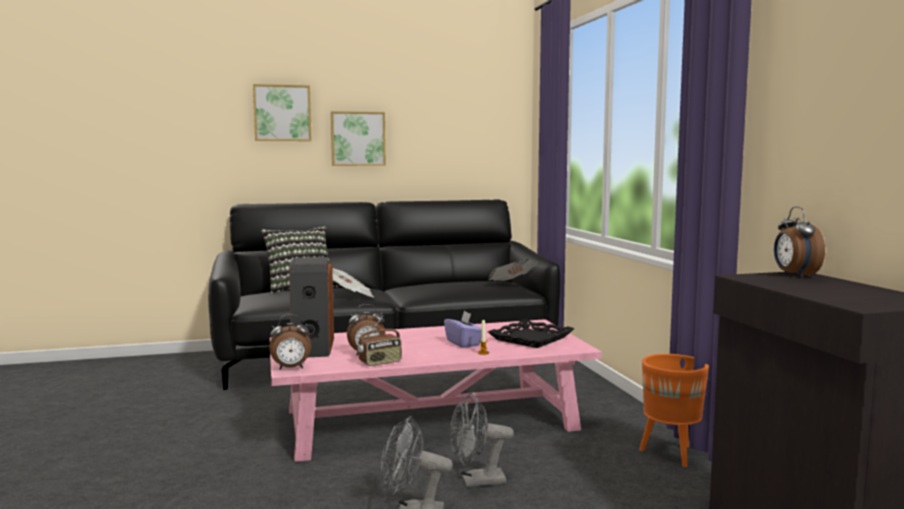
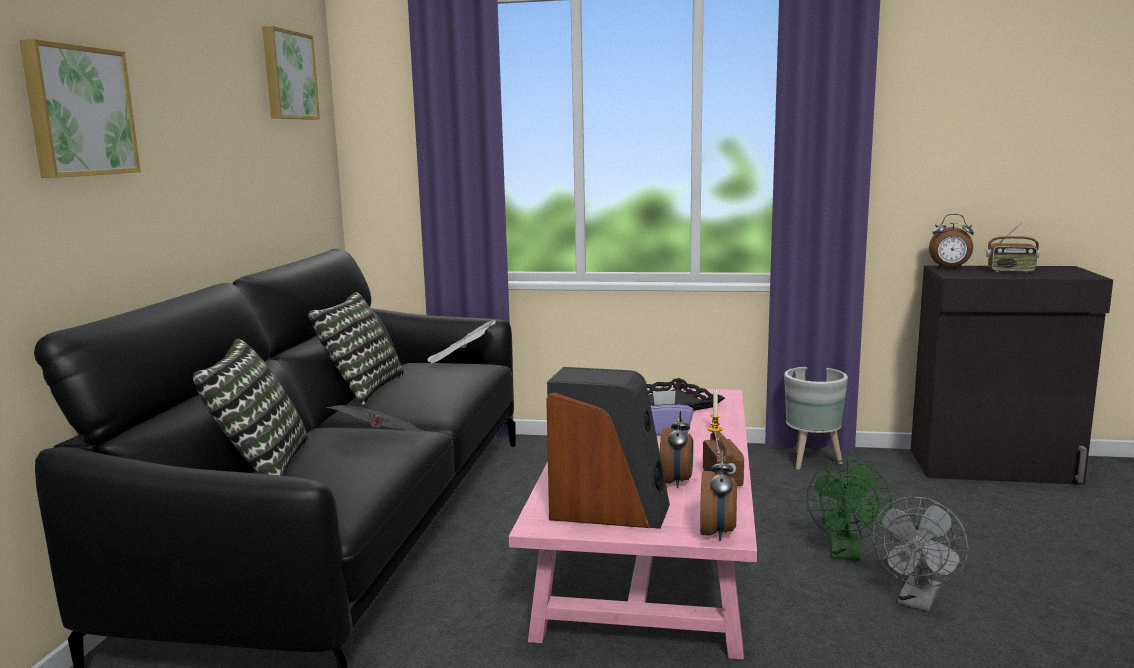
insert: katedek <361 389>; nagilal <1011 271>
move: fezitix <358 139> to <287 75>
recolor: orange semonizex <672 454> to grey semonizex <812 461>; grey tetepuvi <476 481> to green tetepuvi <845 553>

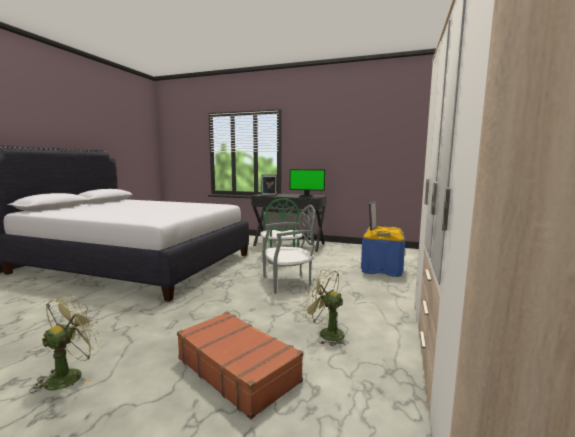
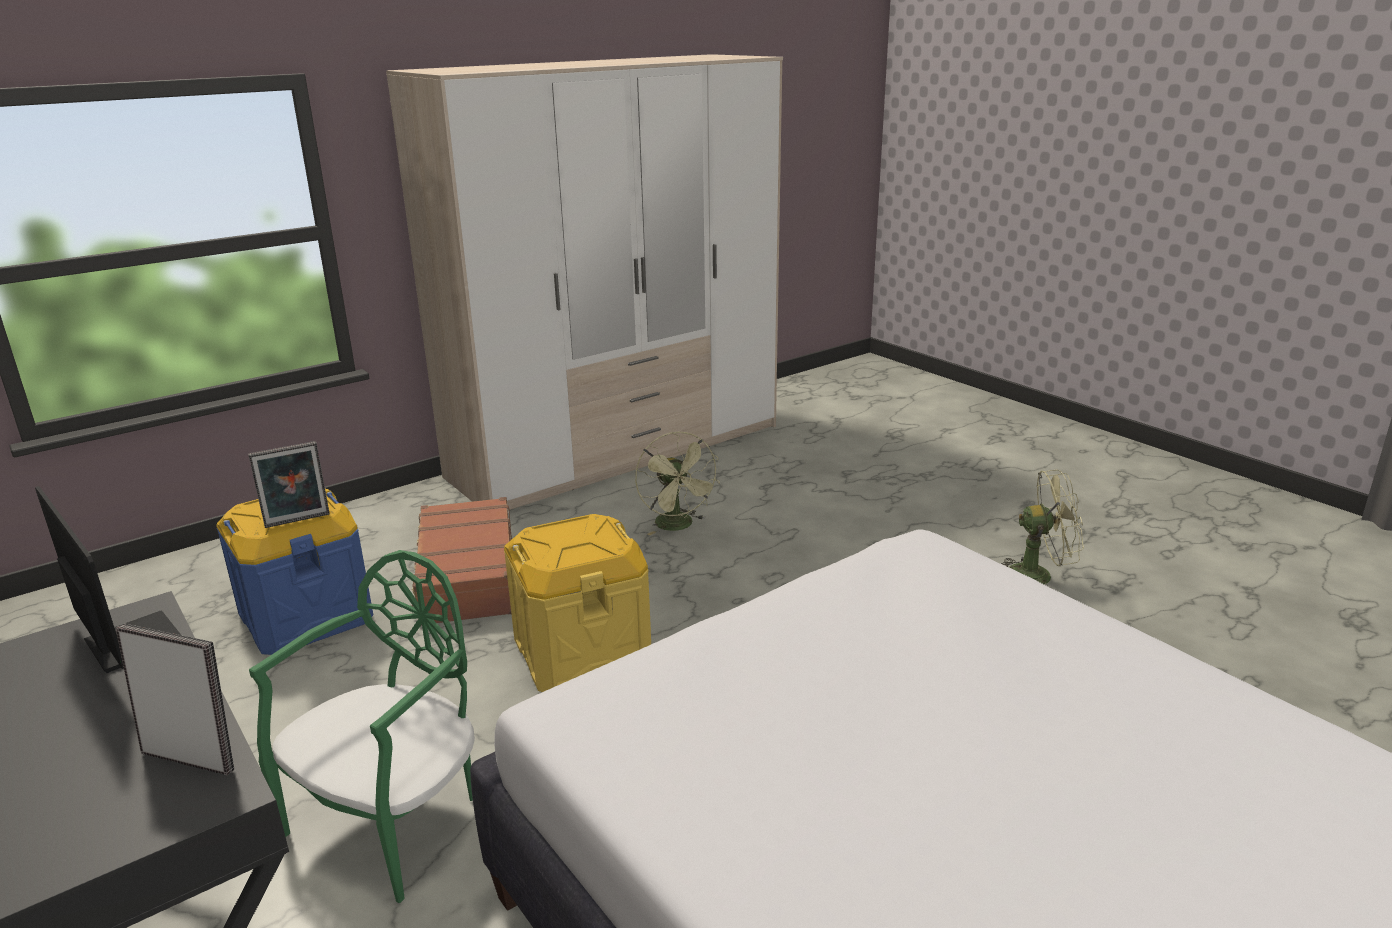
move: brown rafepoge <237 369> to <467 576>
replace: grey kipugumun <288 282> to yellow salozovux <581 652>
rotate: green tetepuvi <70 375> = <1038 575> 150 degrees counterclockwise

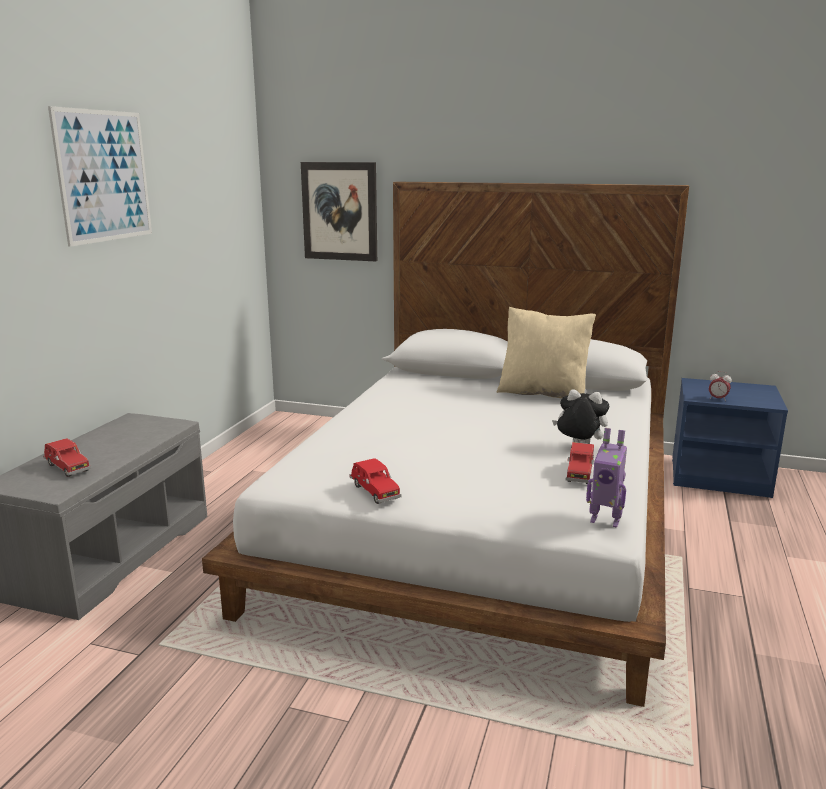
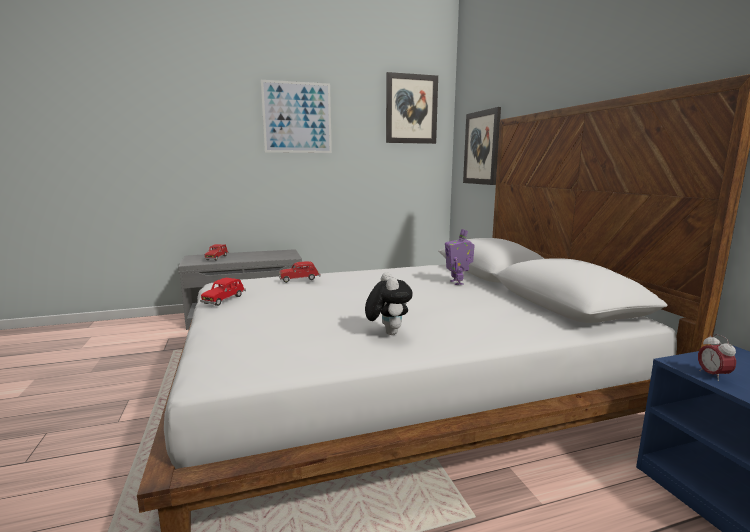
delete: beige katedek <543 393>
insert: fezitix <411 109>
move: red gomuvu <580 473> to <299 279>; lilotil <605 520> to <457 282>

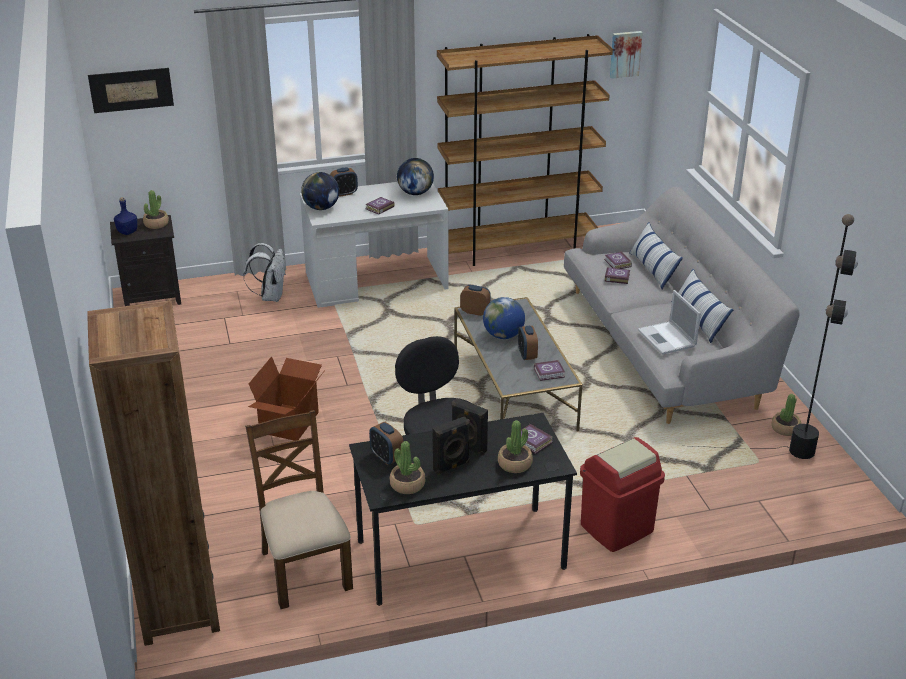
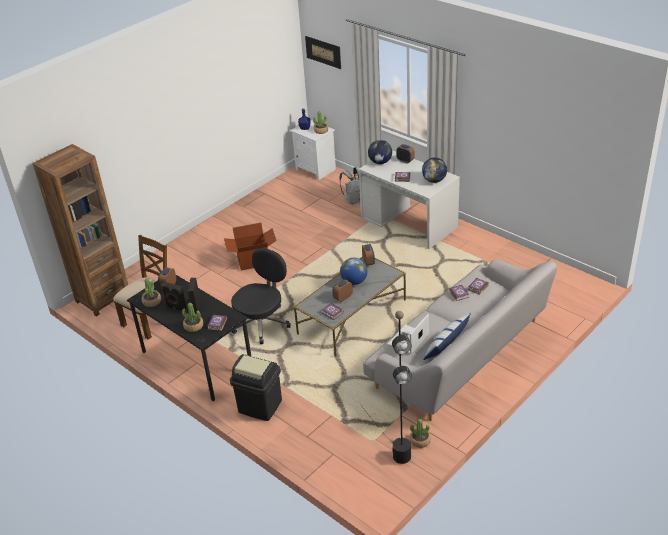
delete: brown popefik <518 248>; fezitix <625 54>; katedek <653 269>
recolor: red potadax <617 528> to black potadax <260 406>; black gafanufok <153 296> to white gafanufok <316 169>

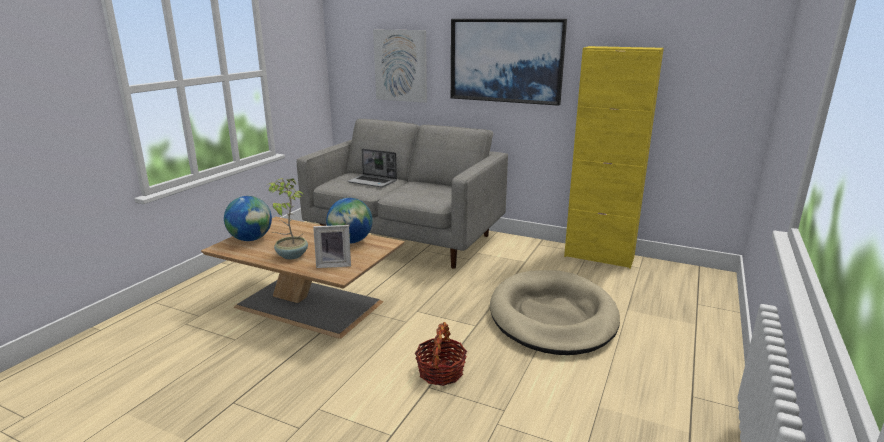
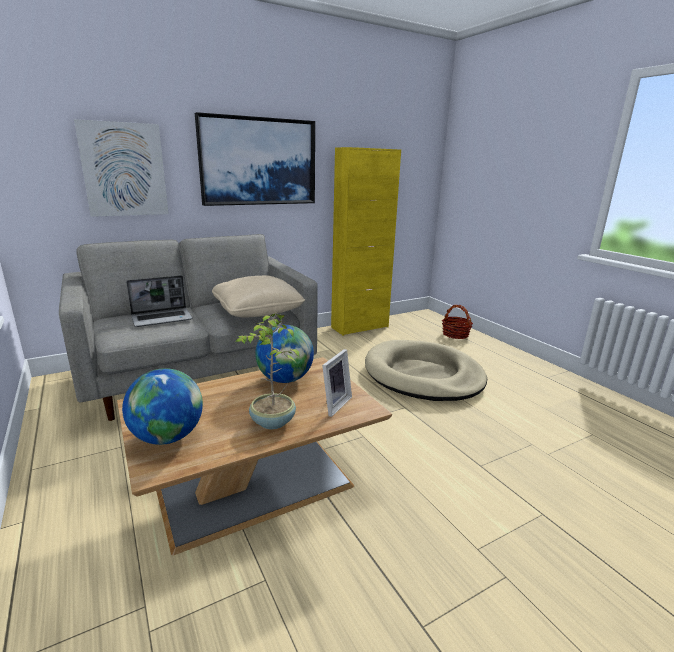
insert: beige katedek <257 311>
move: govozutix <441 372> to <455 334>

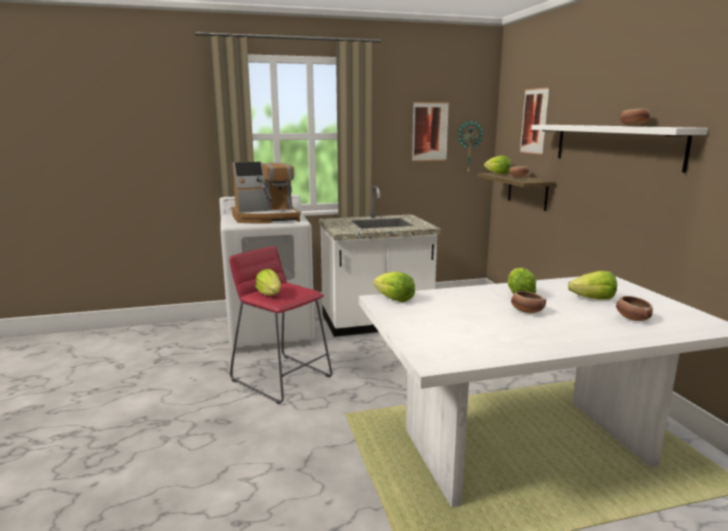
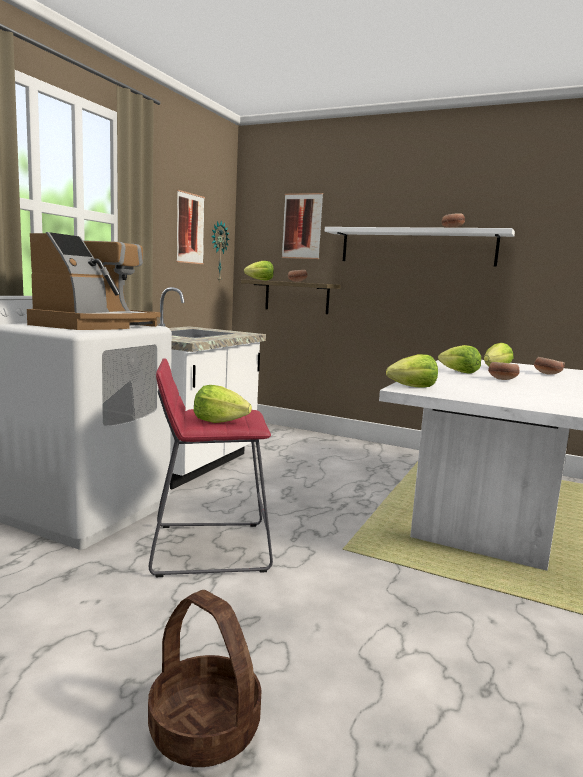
insert: govozutix <203 729>

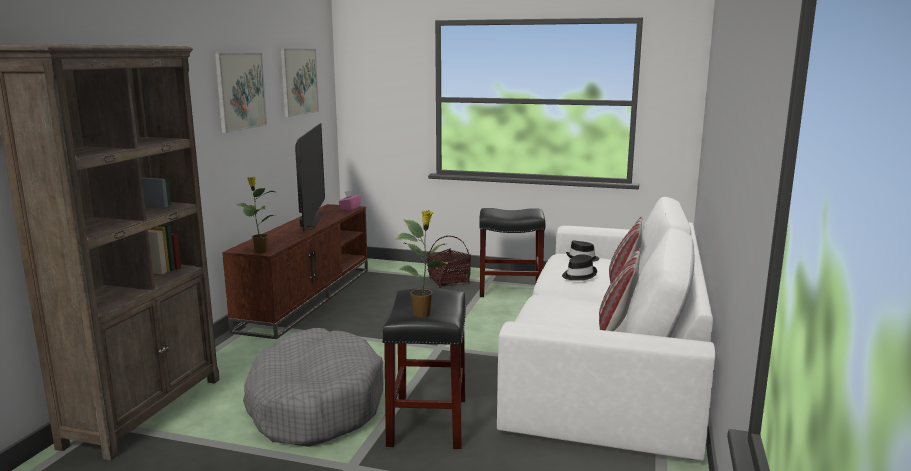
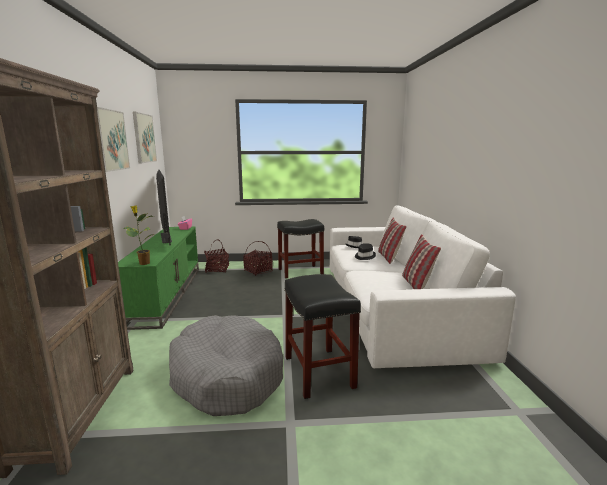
delete: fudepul <423 314>
insert: govozutix <217 269>
recolor: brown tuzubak <307 297> to green tuzubak <166 294>

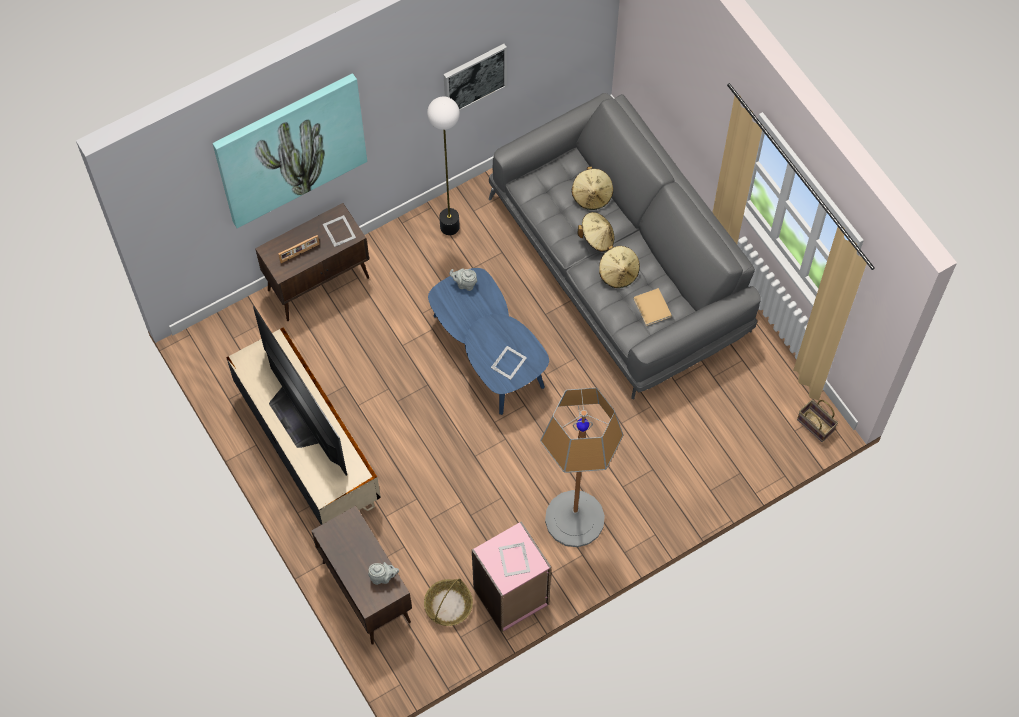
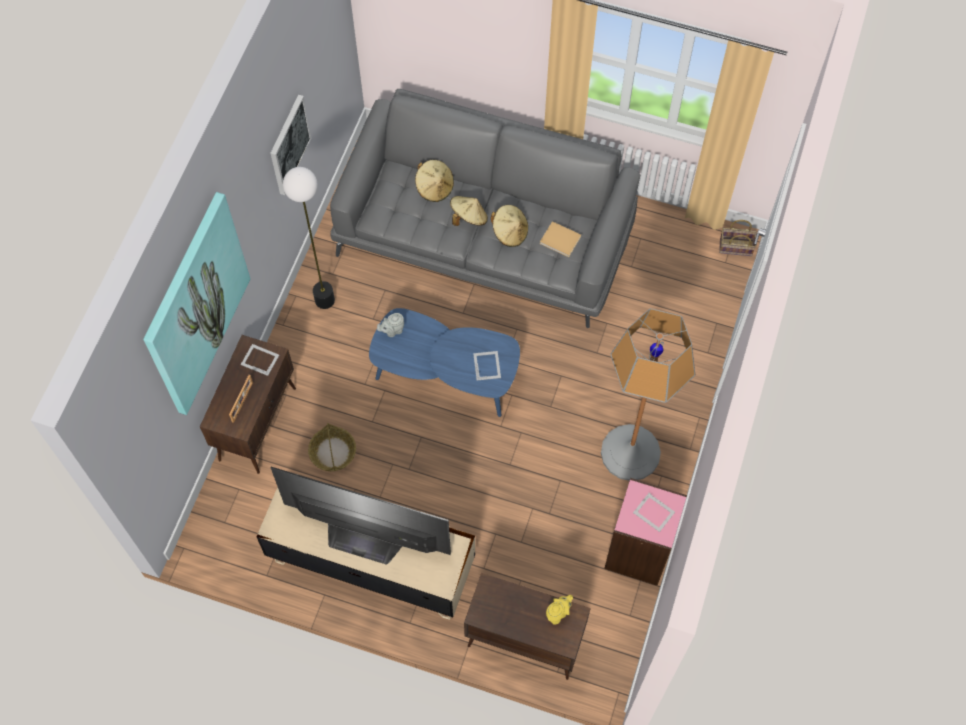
move: govozutix <448 605> to <332 452>
recolor: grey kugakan <383 577> to yellow kugakan <558 613>

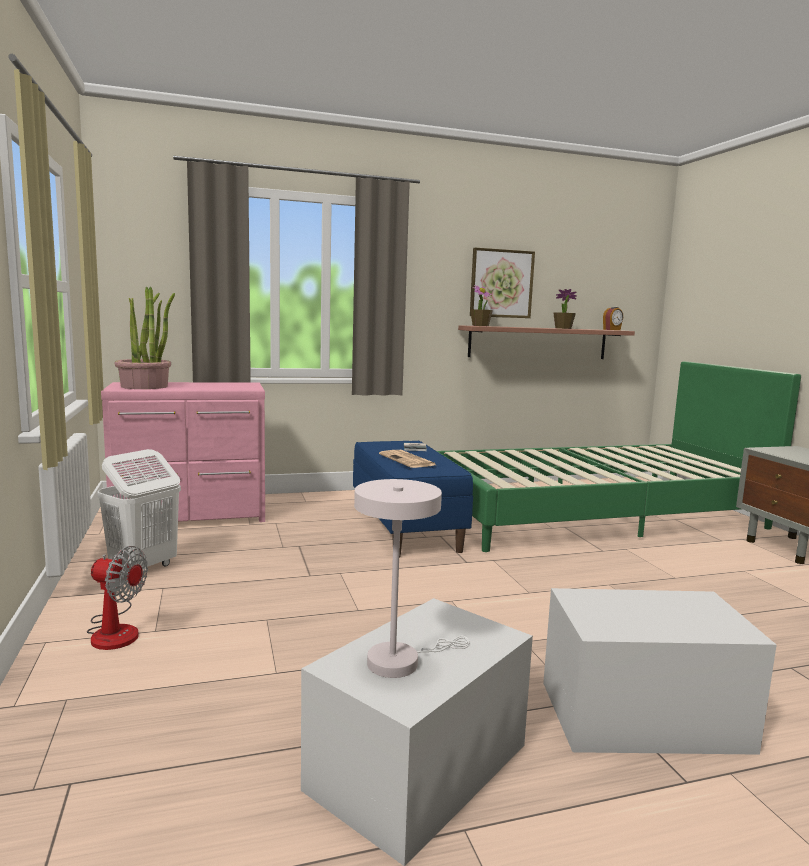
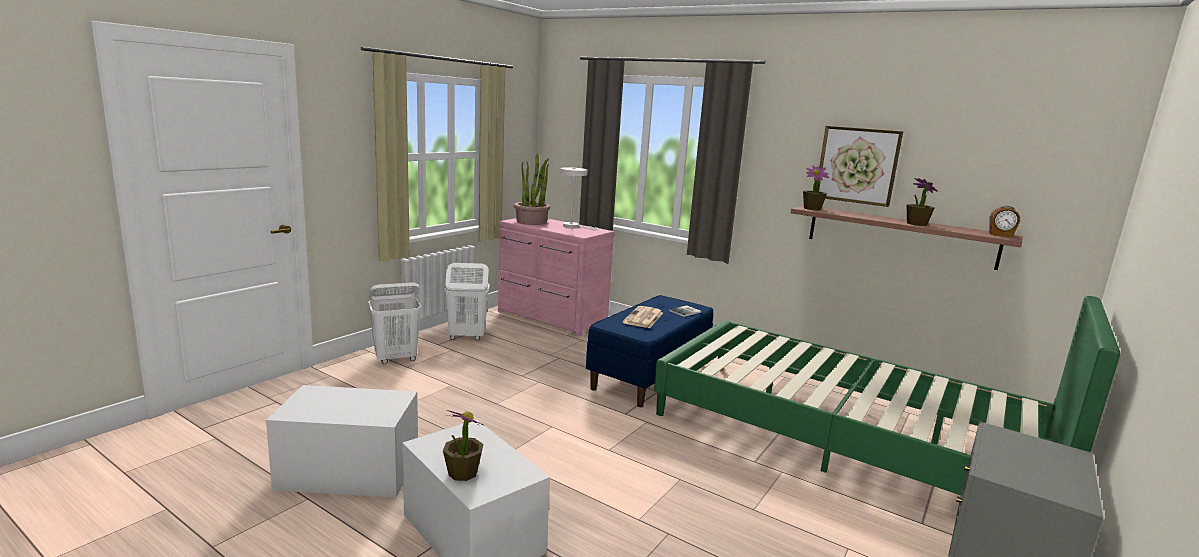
insert: fudepul <462 473>
move: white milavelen <401 661> to <574 227>
replace: tetepuvi <115 630> to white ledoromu <396 359>

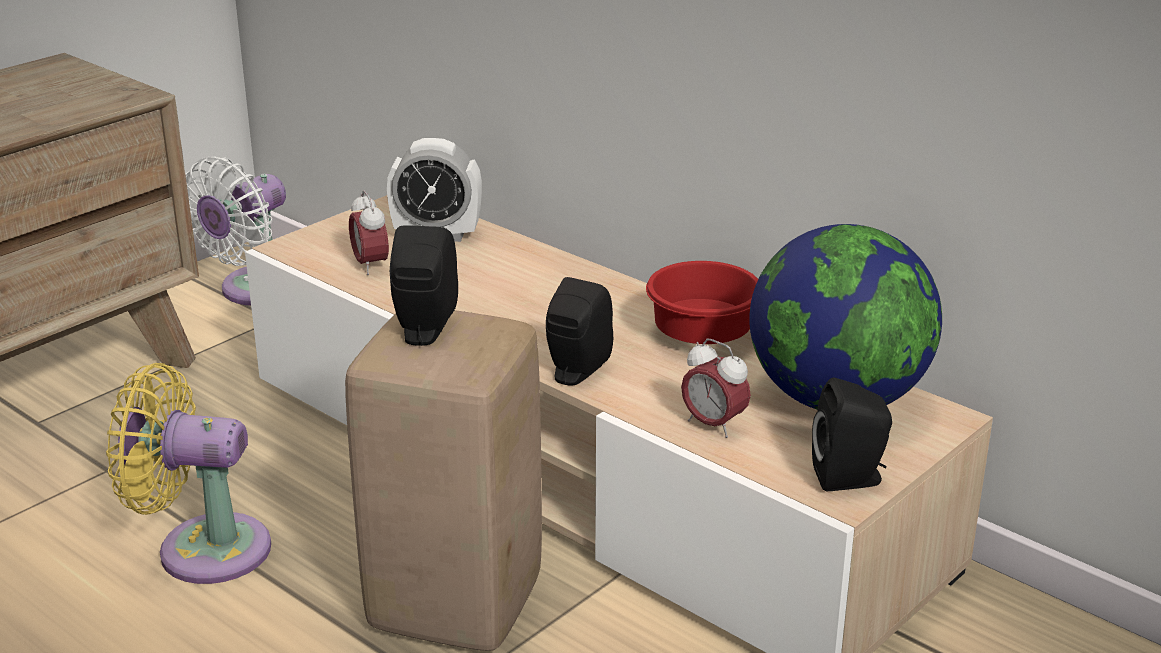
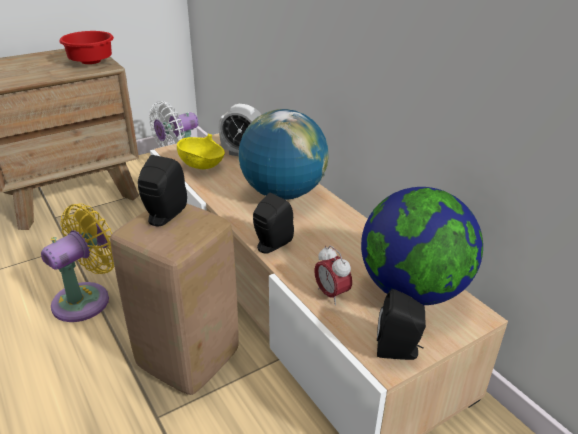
insert: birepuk <283 194>
move: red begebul <705 334> to <93 62>
replace: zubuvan <370 265> to yellow begebul <202 166>
rotate: yellow tetepuvi <203 548> = <86 299> 105 degrees clockwise

